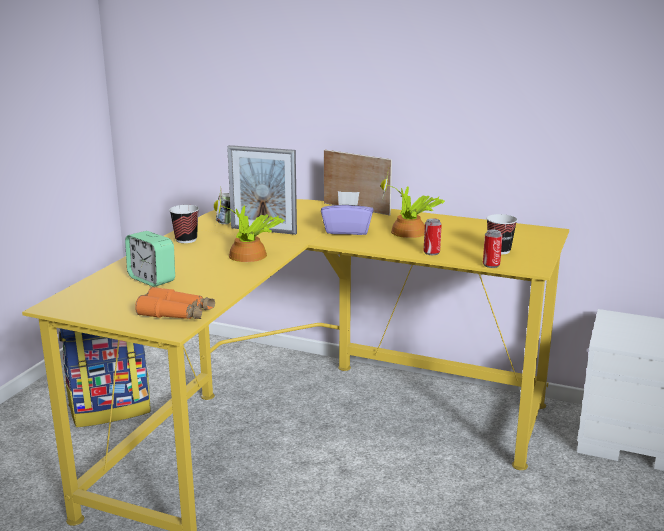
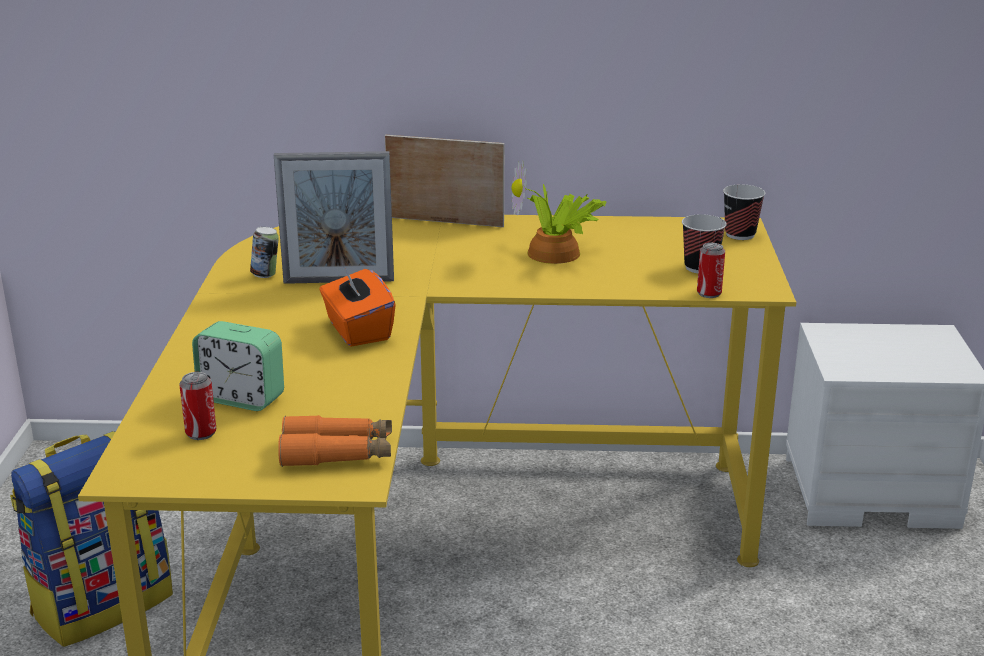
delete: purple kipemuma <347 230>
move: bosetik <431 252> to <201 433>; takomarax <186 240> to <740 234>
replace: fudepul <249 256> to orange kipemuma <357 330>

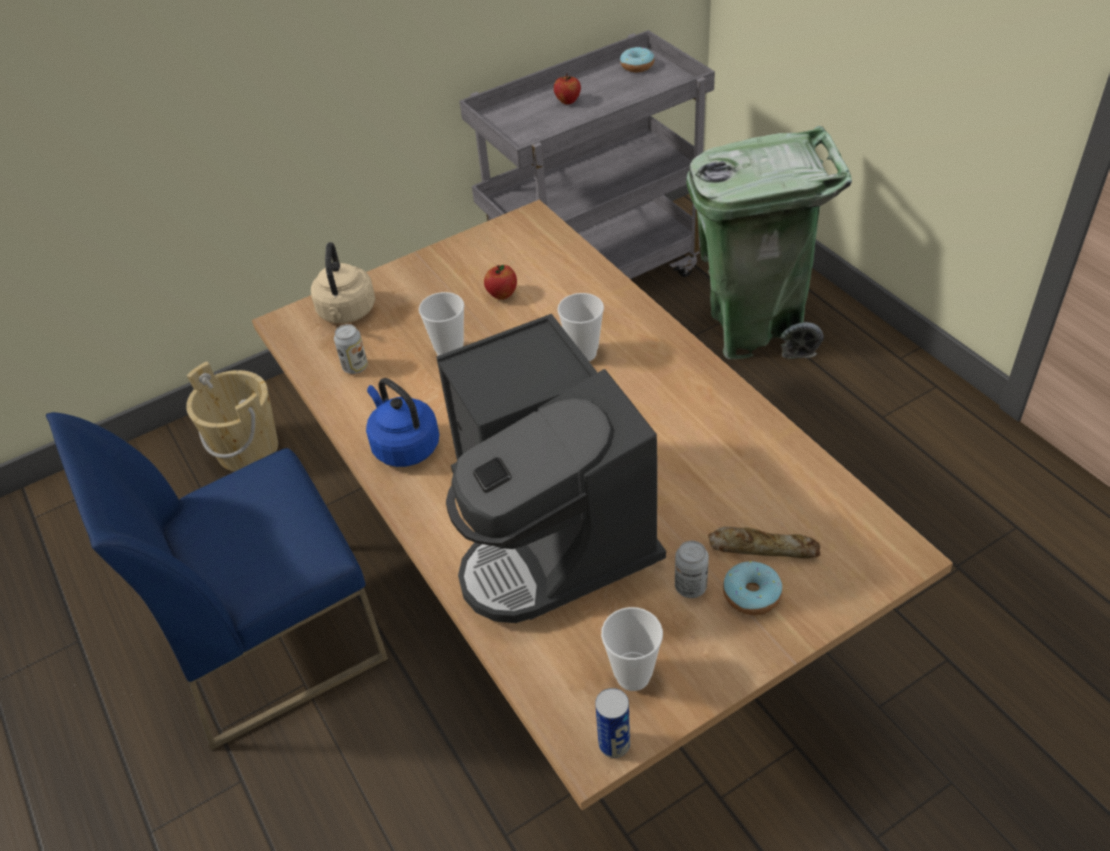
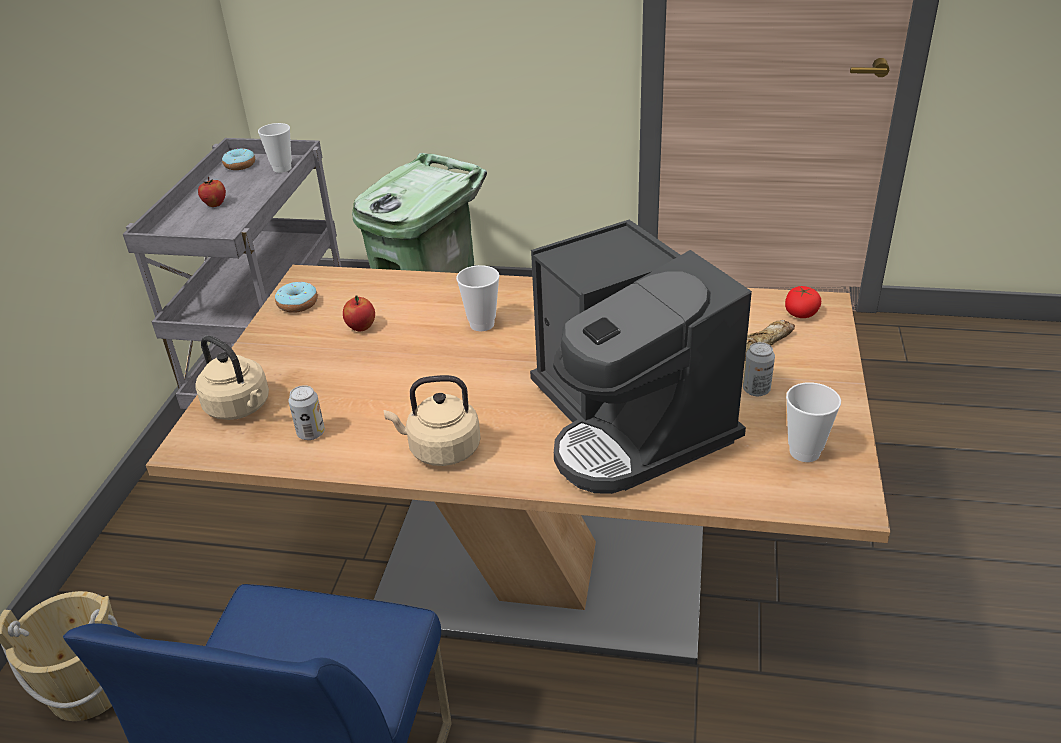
delete: bosetik <614 744>
insert: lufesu <801 313>
move: takomarax <449 352> to <282 168>; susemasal <751 594> to <297 304>
recolor: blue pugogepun <404 445> to beige pugogepun <440 450>
rotate: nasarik <549 530> = <628 422> 45 degrees clockwise

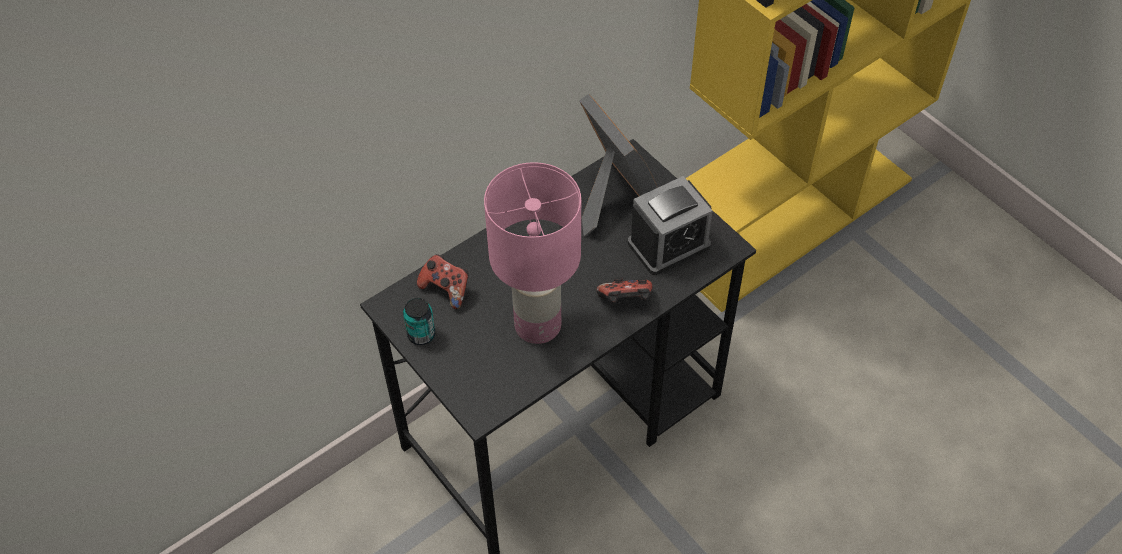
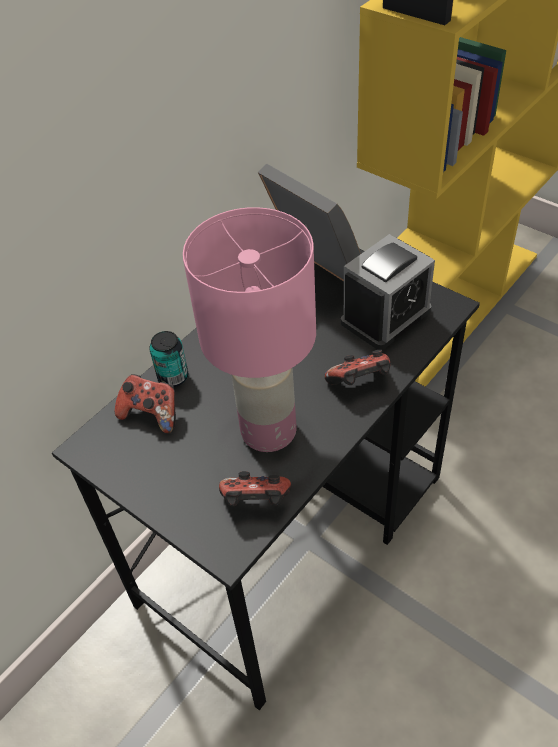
insert: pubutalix <256 503>
move: bosetik <421 334> to <173 377>

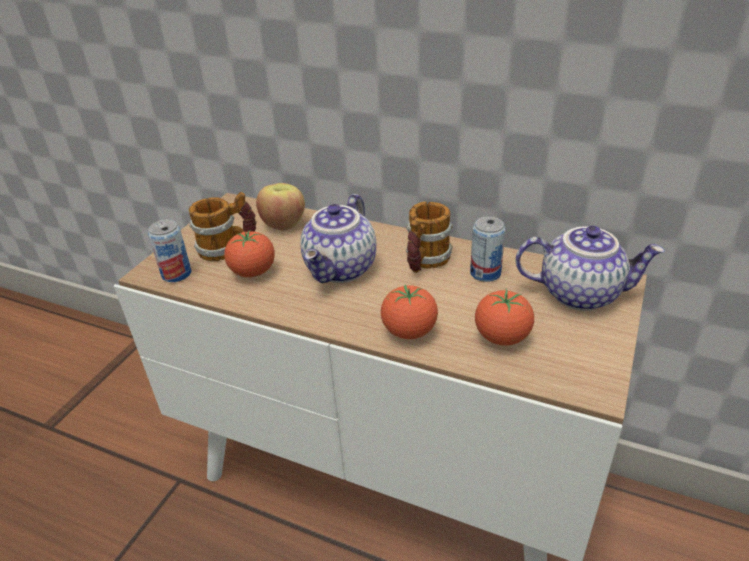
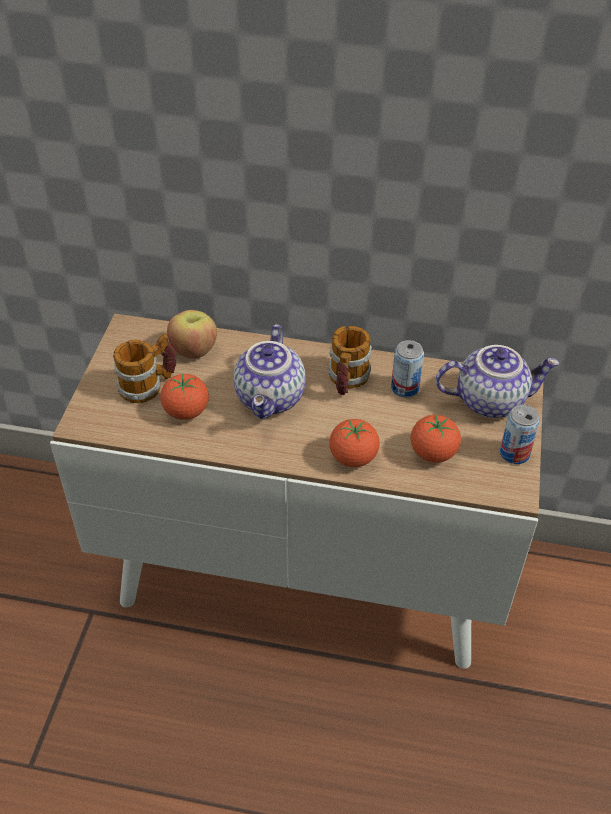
move: bosetik <176 274> to <514 453>

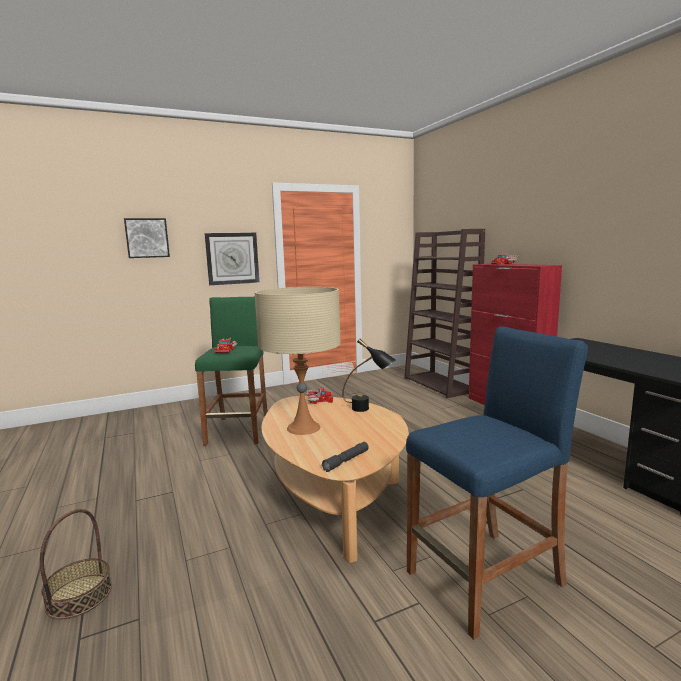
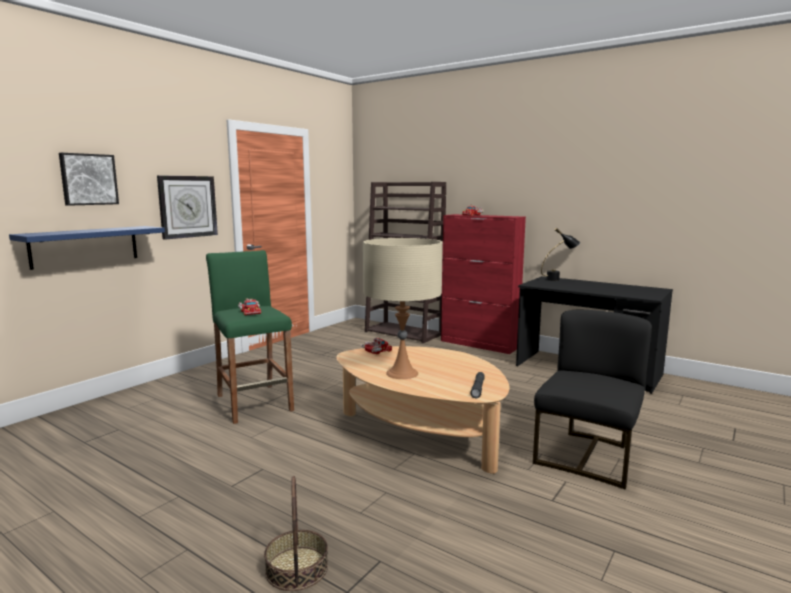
insert: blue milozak <85 246>
move: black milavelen <368 409> to <558 279>
replace: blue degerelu <485 579> to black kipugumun <587 456>

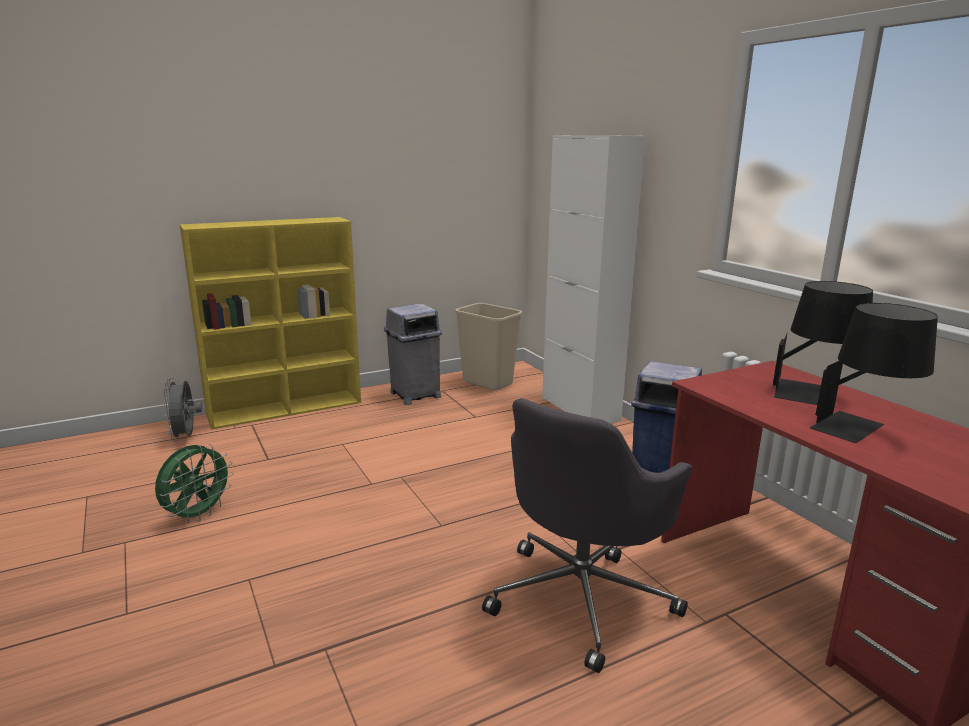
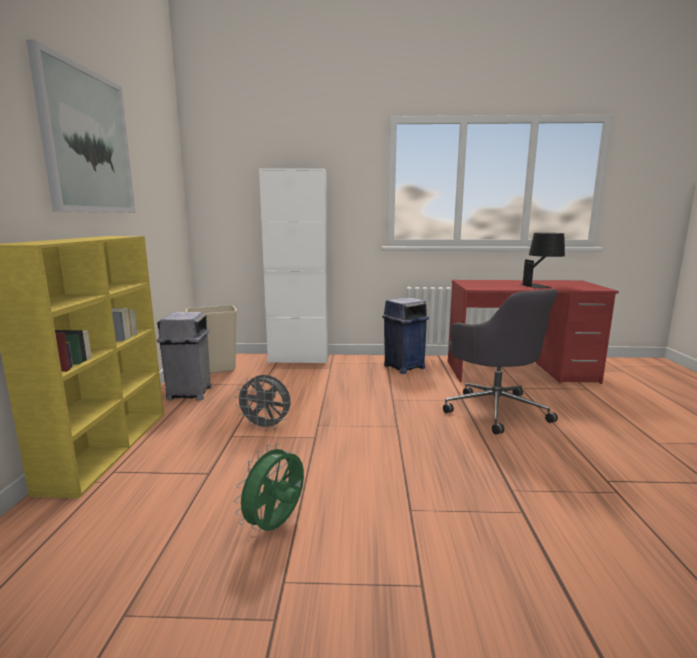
delete: black milavelen <813 393>
insert: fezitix <87 142>
move: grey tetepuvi <186 437> to <266 427>
rotate: green tetepuvi <198 515> = <276 526> 120 degrees counterclockwise

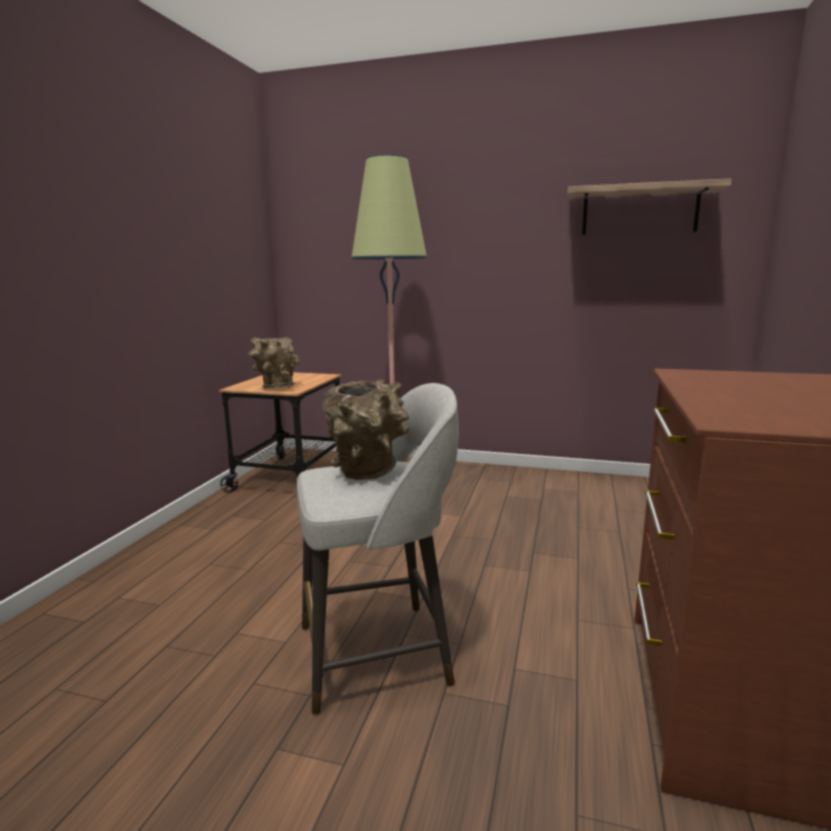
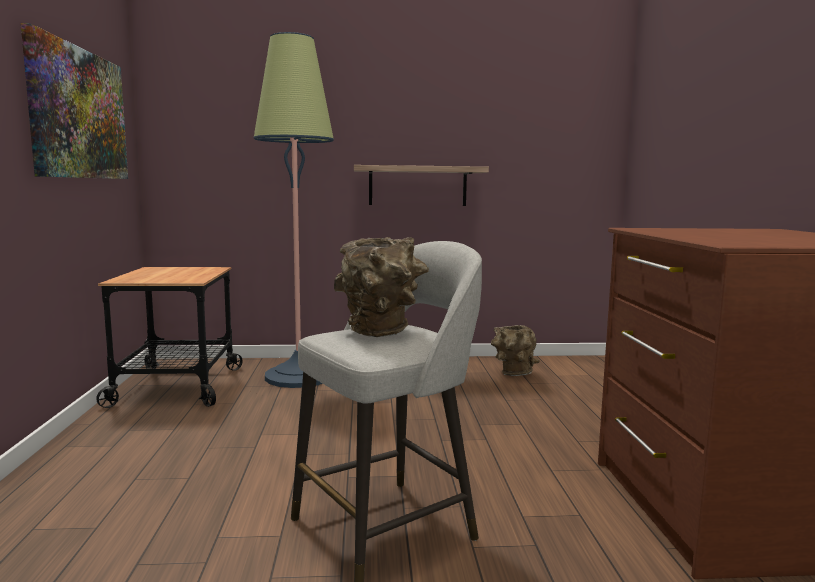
insert: fezitix <79 114>
move: milozak <639 211> to <417 186>; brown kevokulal <275 387> to <512 374>

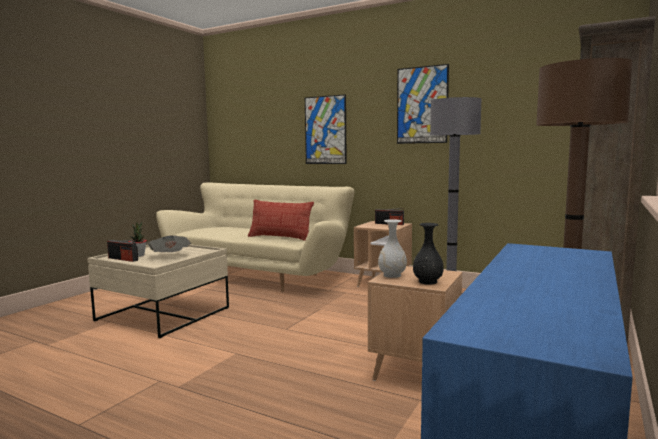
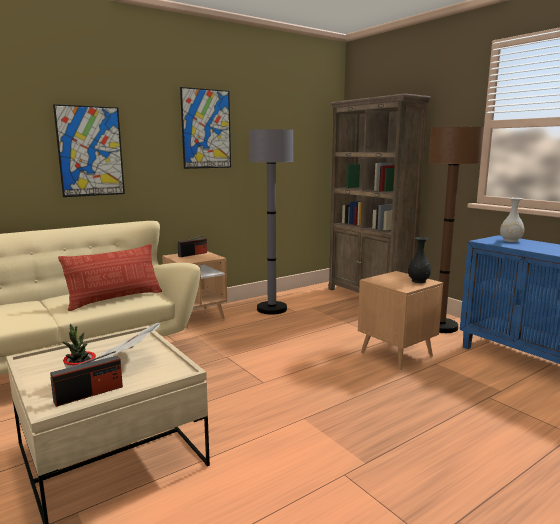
move: white kevokulal <392 275> to <510 240>

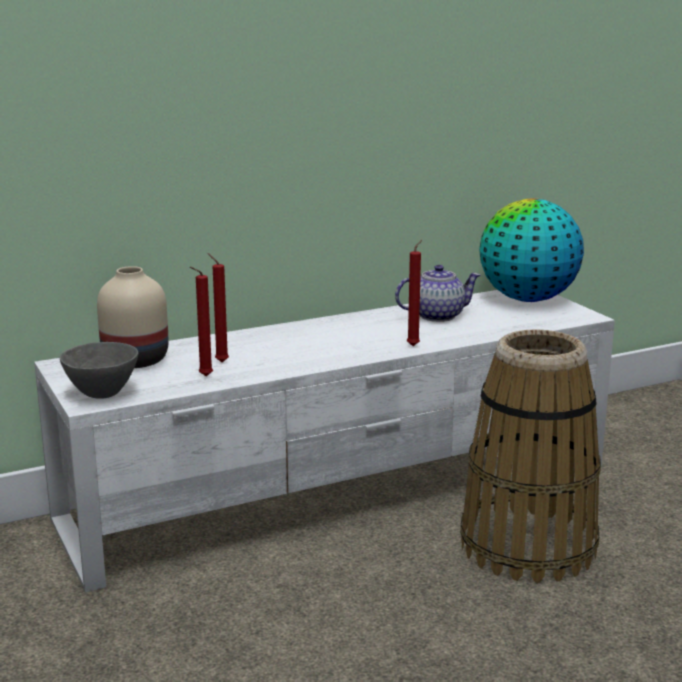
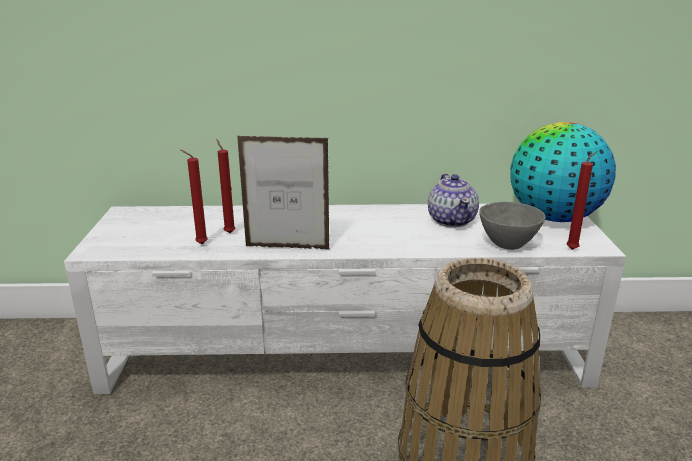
delete: beige kevokulal <137 360>
insert: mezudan <287 247>
move: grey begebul <102 394> to <507 245>; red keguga <414 345> to <573 249>
rotate: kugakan <436 316> = <452 220> 75 degrees clockwise

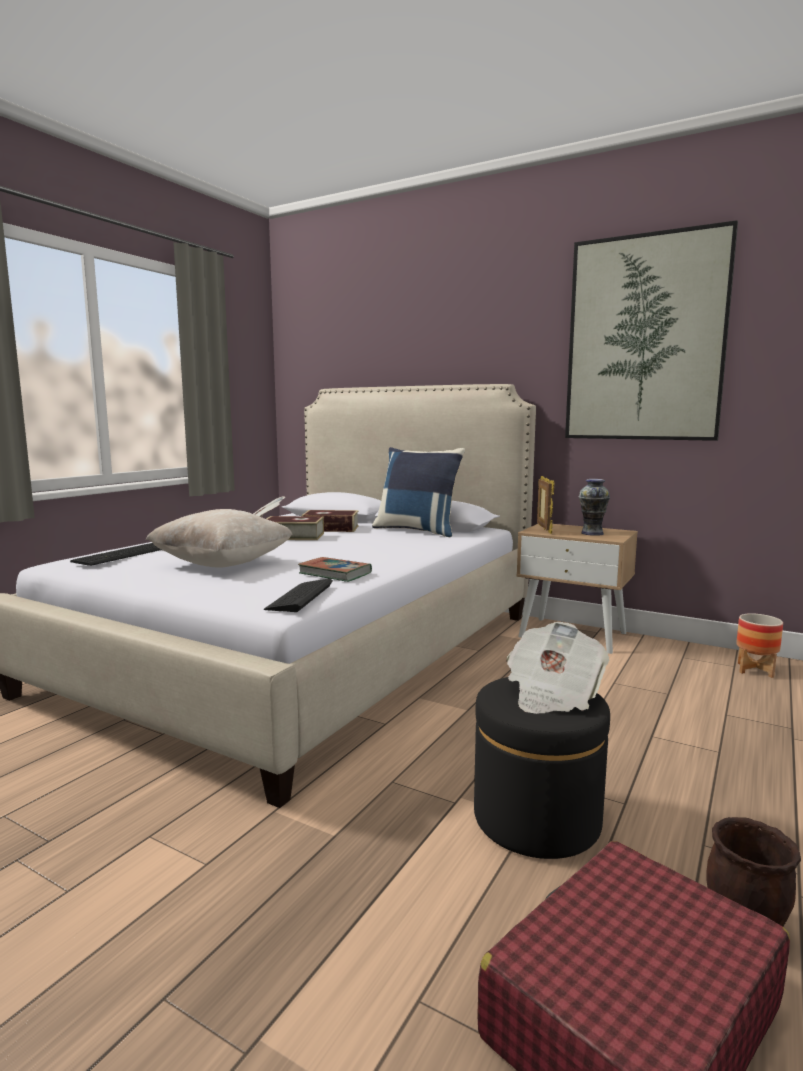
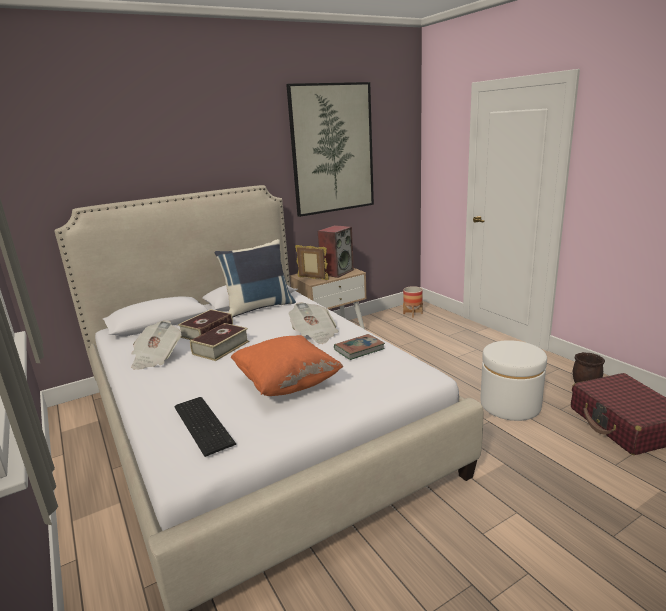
delete: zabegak <300 597>
move: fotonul <552 694> to <314 334>
replace: kevokulal <592 533> to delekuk <337 272>
recolor: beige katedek <223 564> to orange katedek <287 384>; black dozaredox <536 818> to white dozaredox <510 405>

